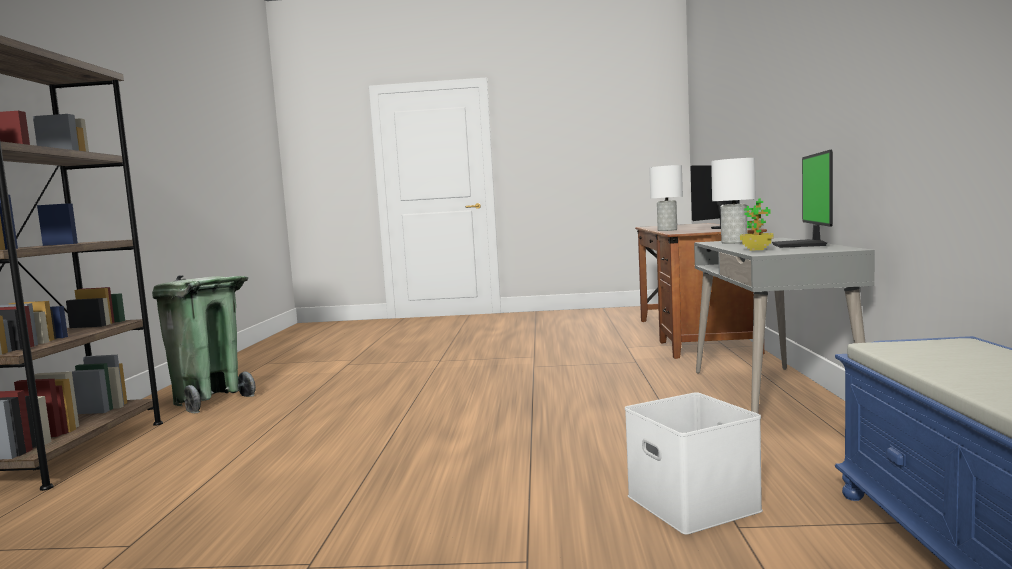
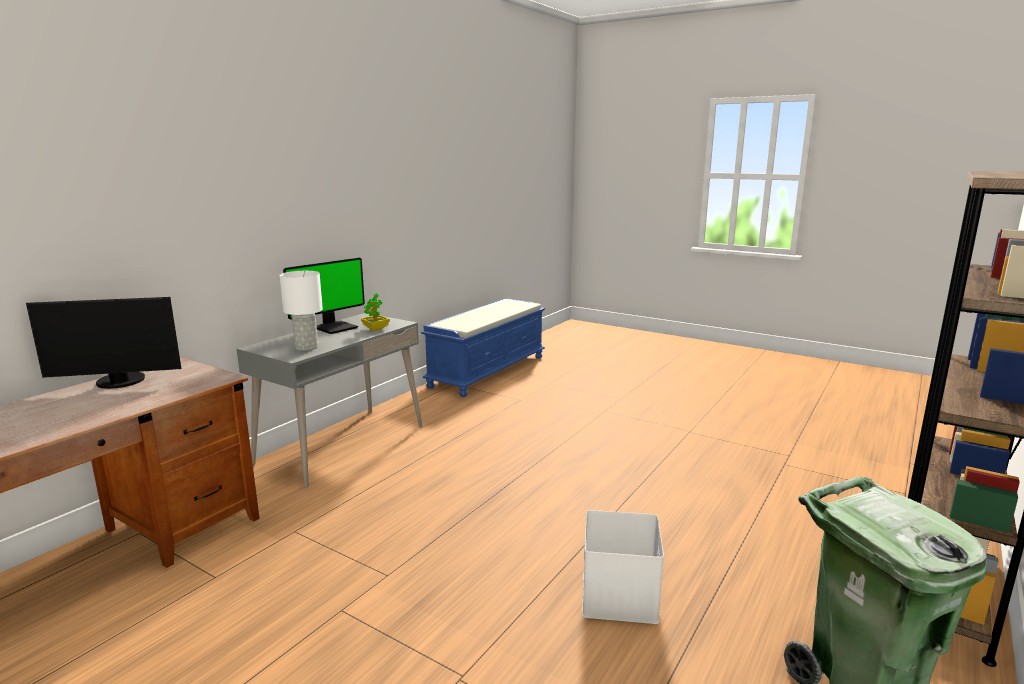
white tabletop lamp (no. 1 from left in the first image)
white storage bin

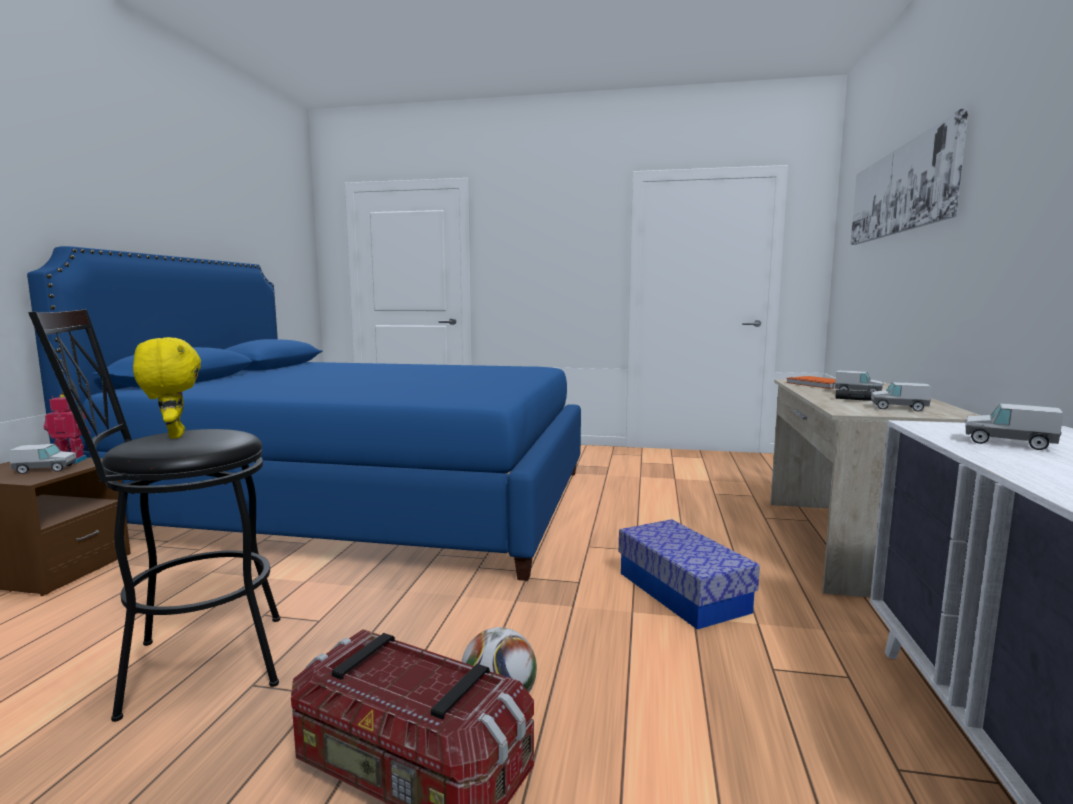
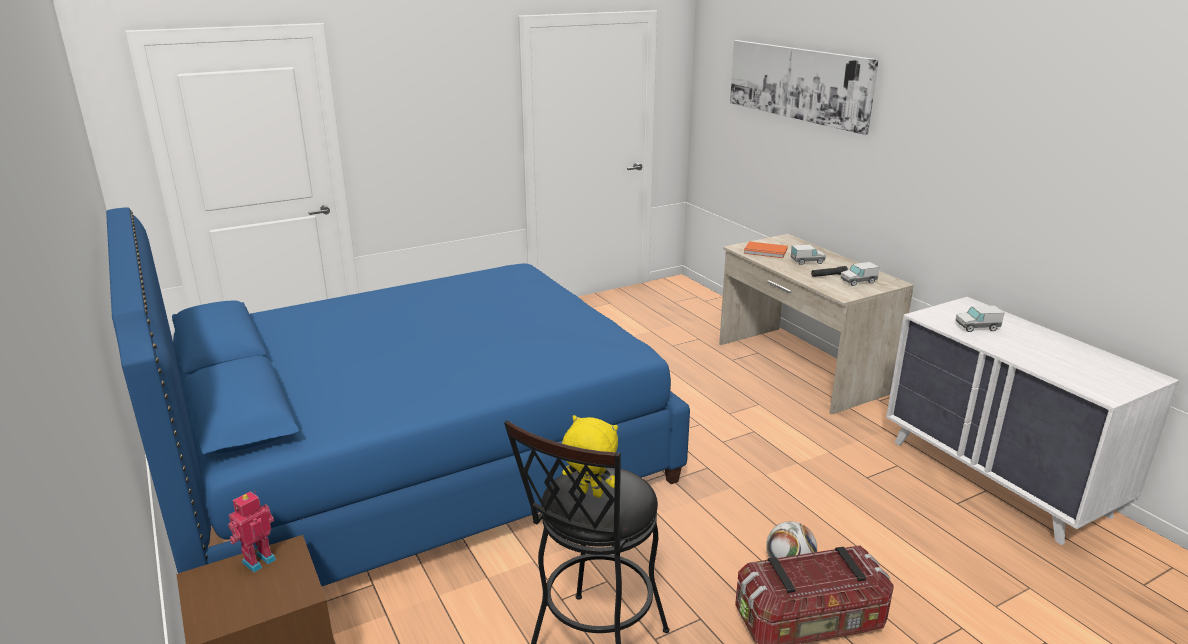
toy lorry (no. 1 from left in the first image)
storage bin (no. 2 from left in the first image)

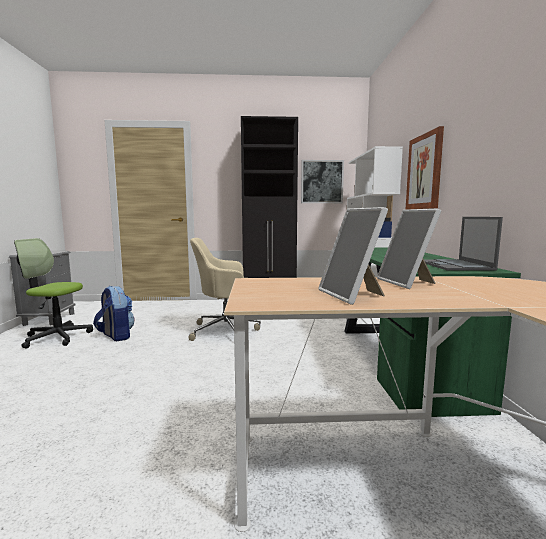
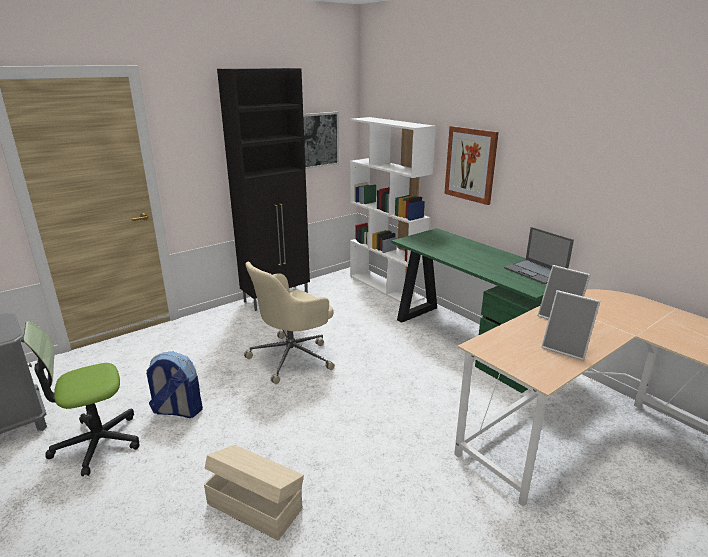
beige-coloured storage bin

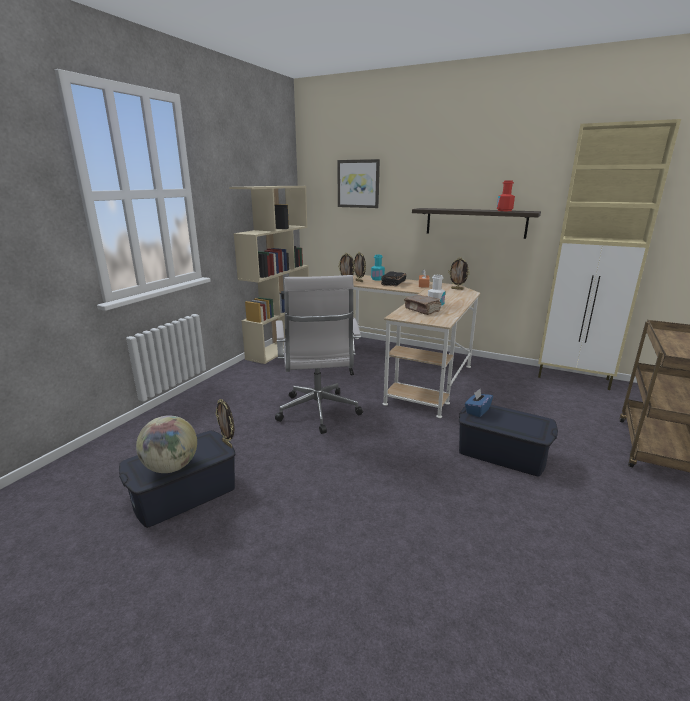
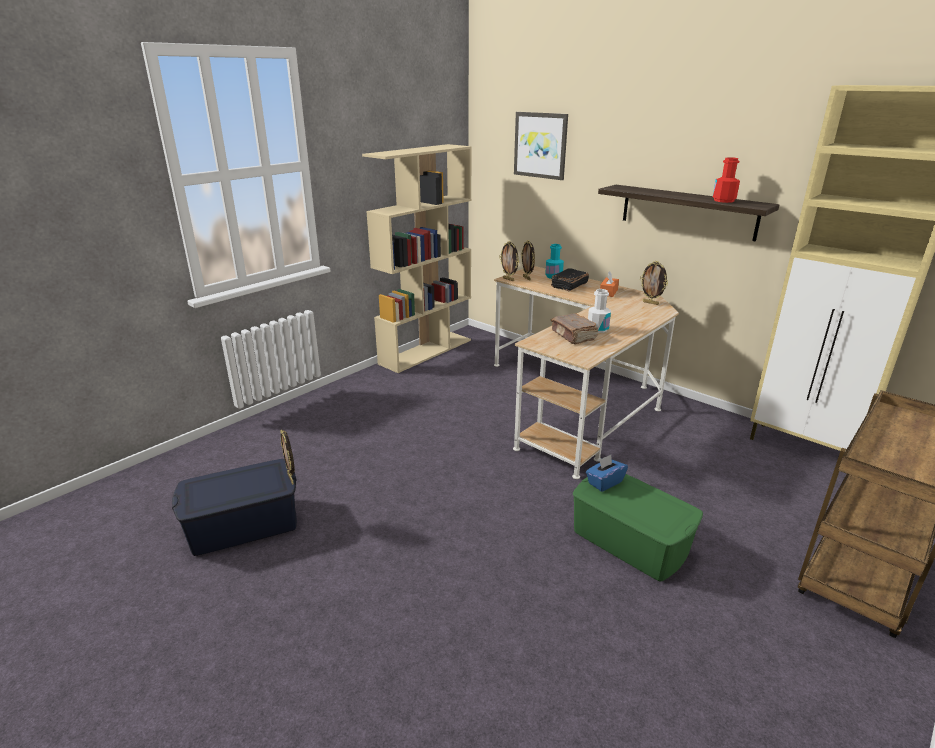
globe
white computer chair
green storage bin

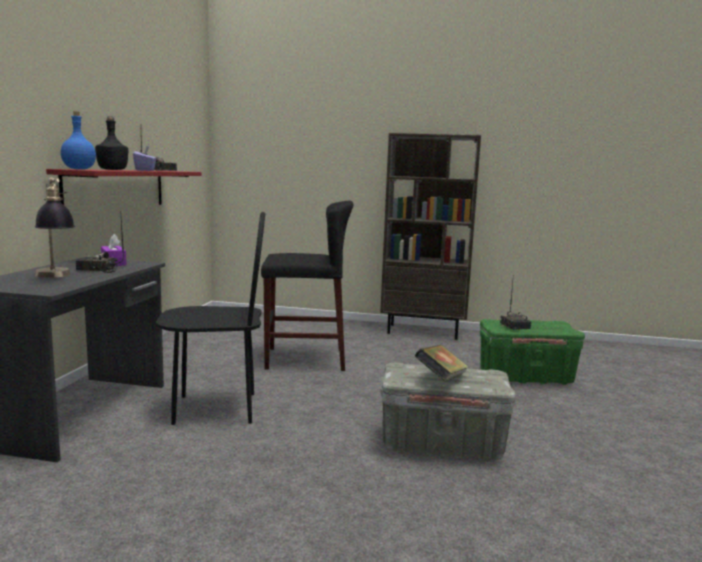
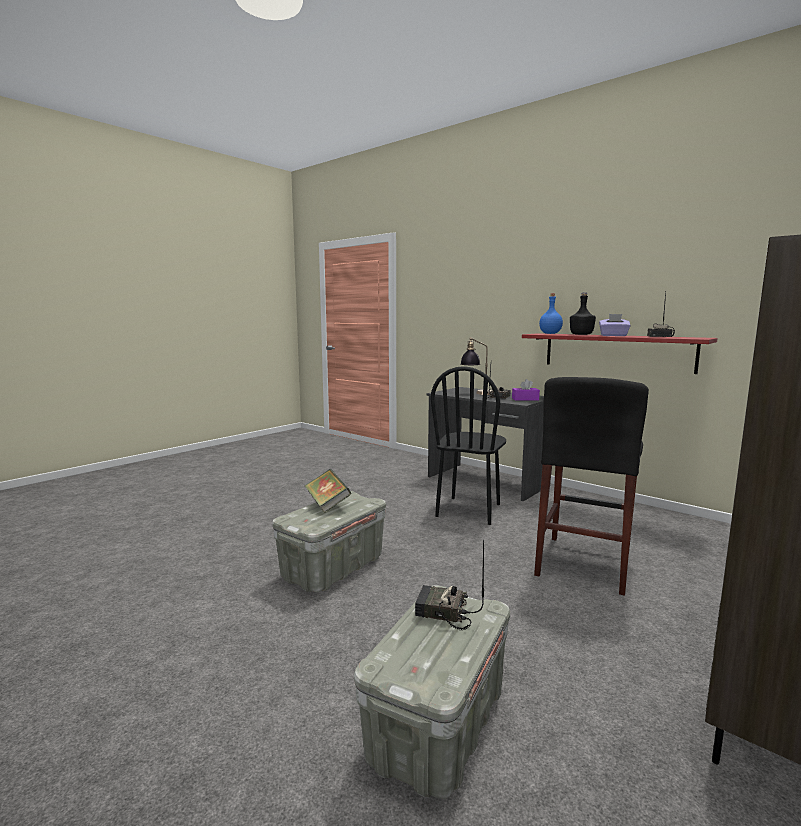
grey storage bin (no. 2 from left)

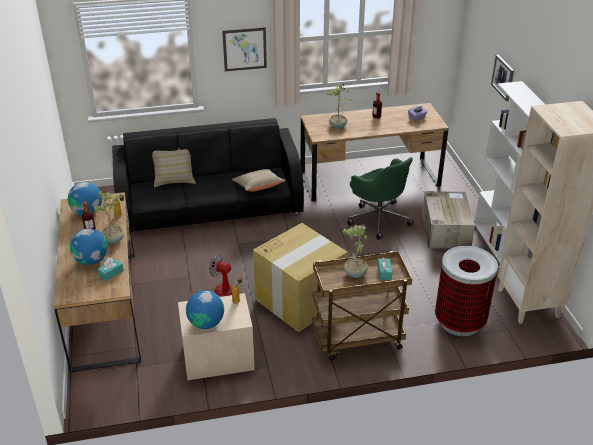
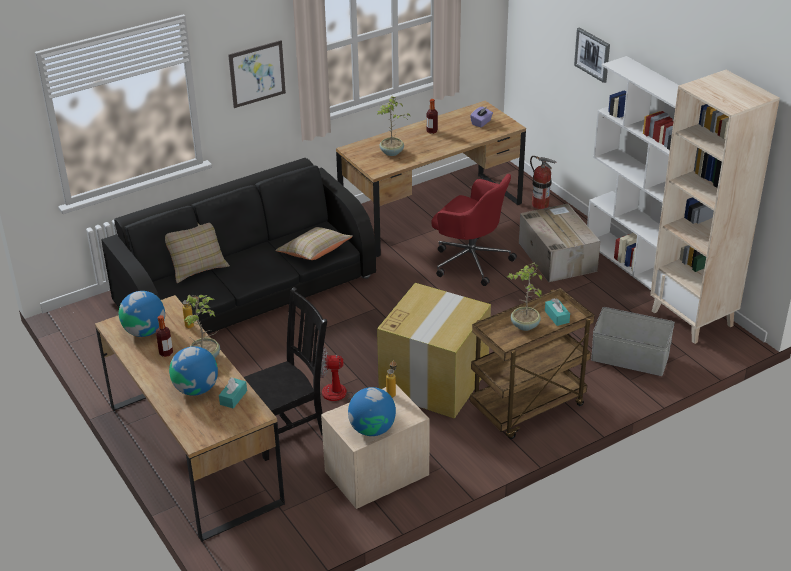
blackish upright chair
fire-fighting cylinder
grey storage bin
red computer chair

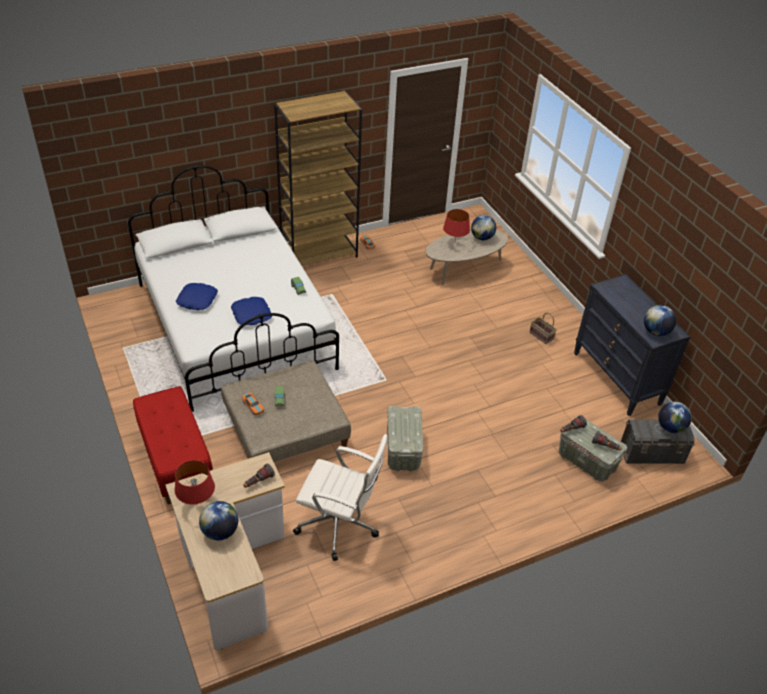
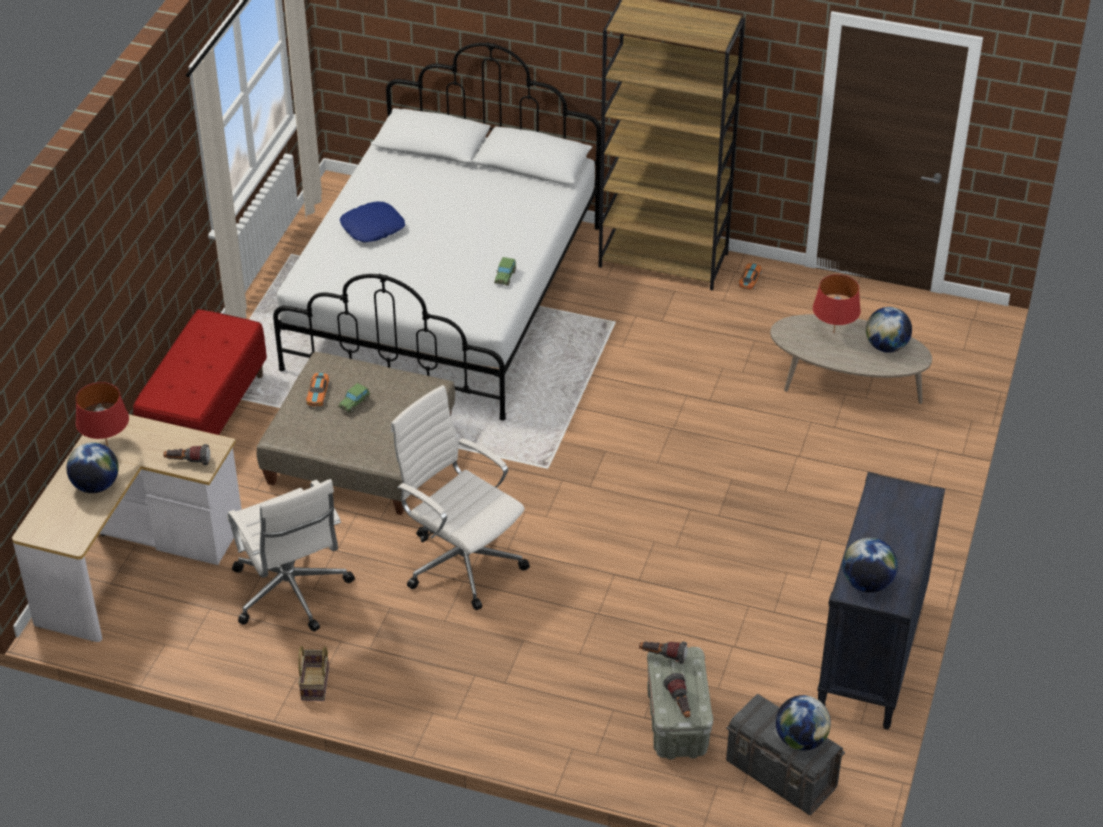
blue throw pillow (no. 2 from left in the first image)
household basket
white computer chair (no. 2 from left)

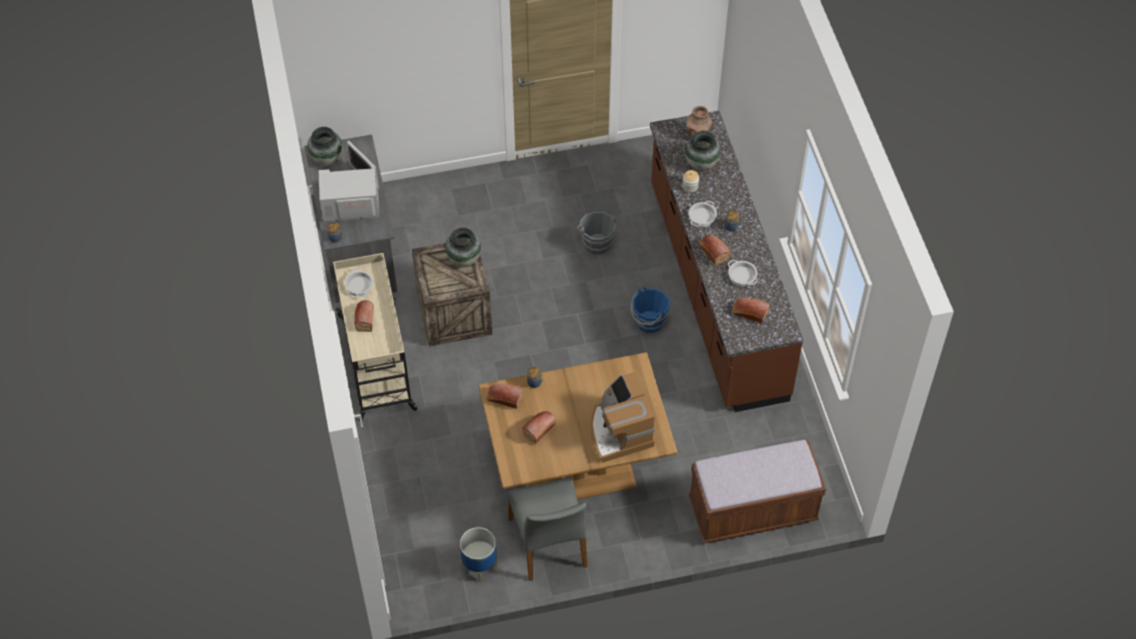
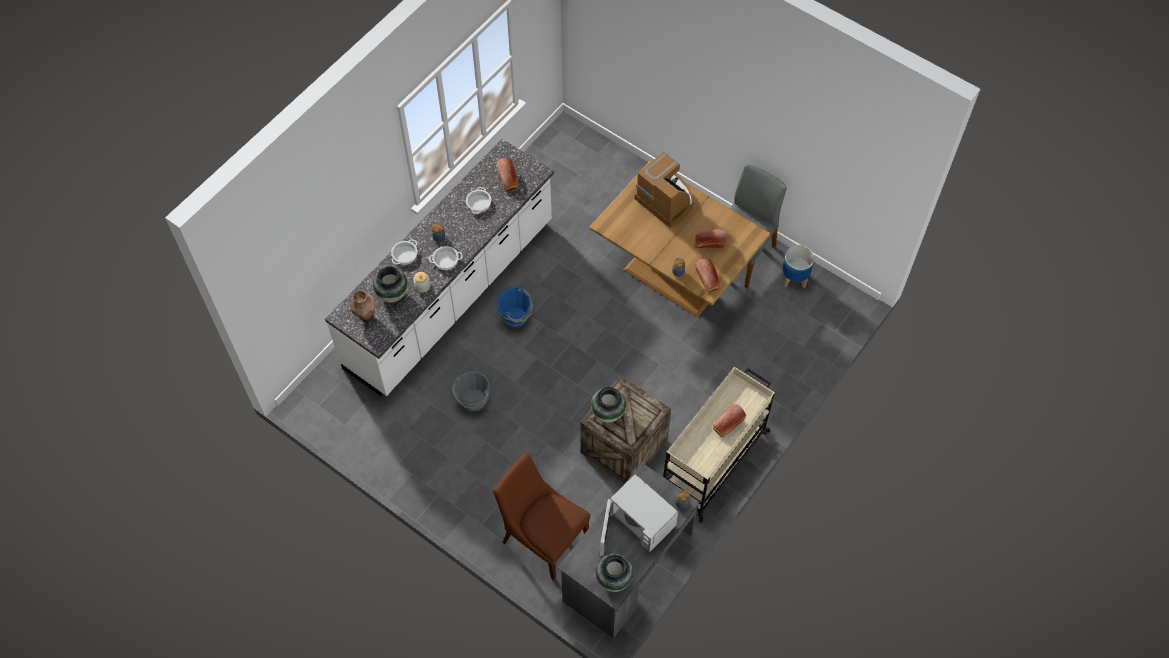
brownish bench
baked bread (no. 4 from left in the first image)
brownish upright chair
saucepot (no. 1 from left)
white kitchen base unit
coffee maker

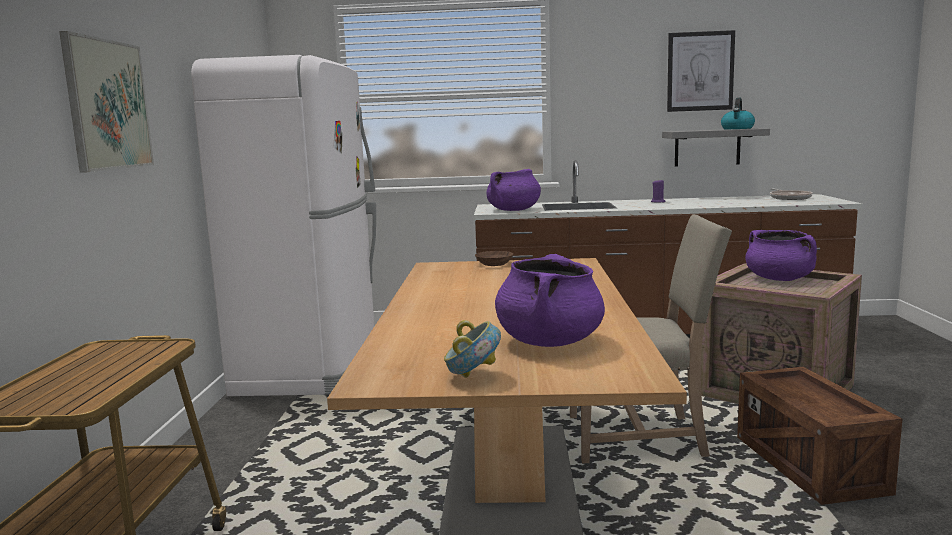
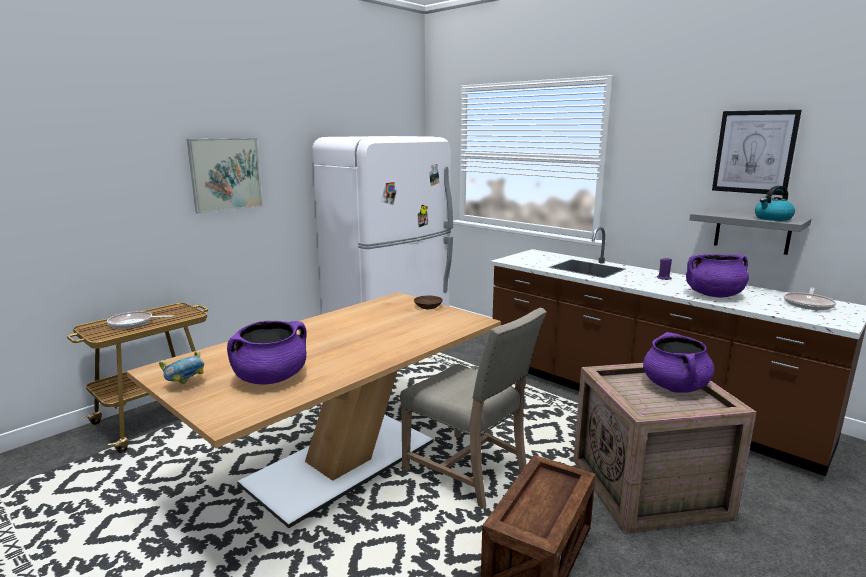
frying pan (no. 1 from left)
purple saucepot (no. 3 from left)

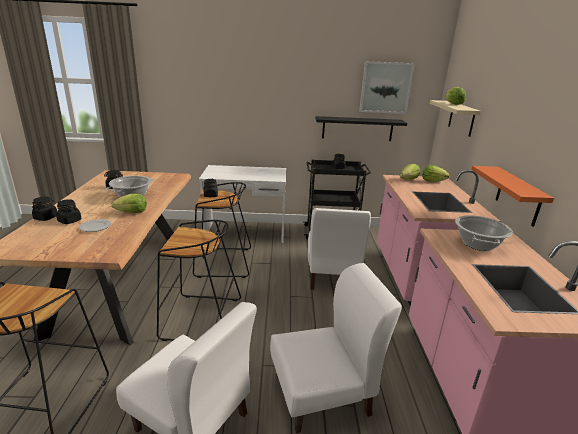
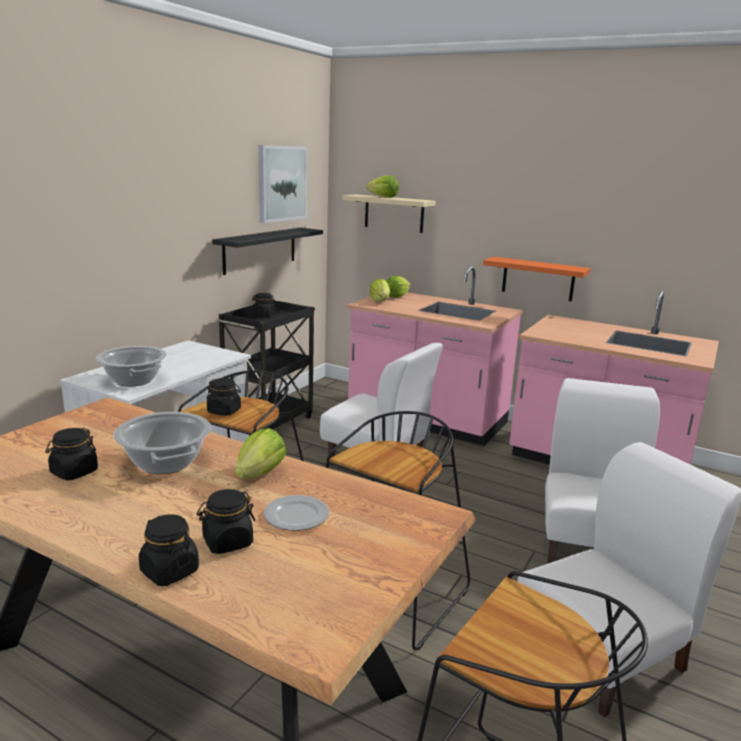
saucepot (no. 1 from left)

